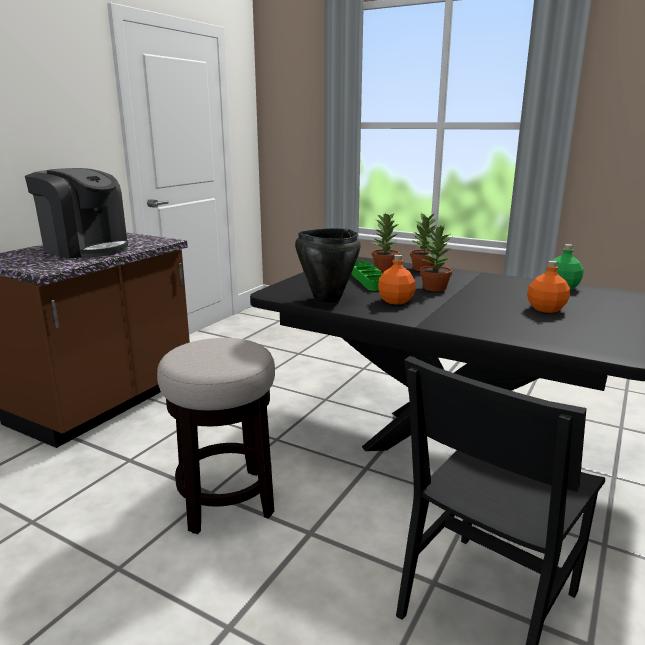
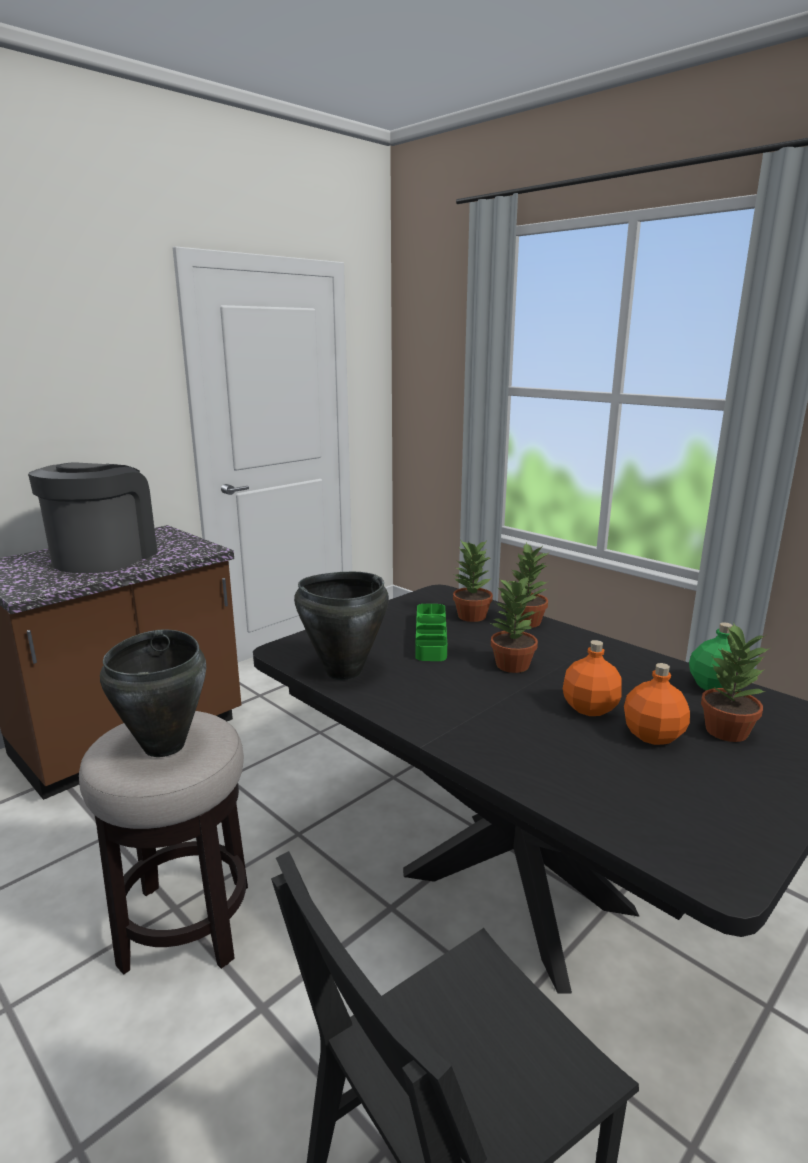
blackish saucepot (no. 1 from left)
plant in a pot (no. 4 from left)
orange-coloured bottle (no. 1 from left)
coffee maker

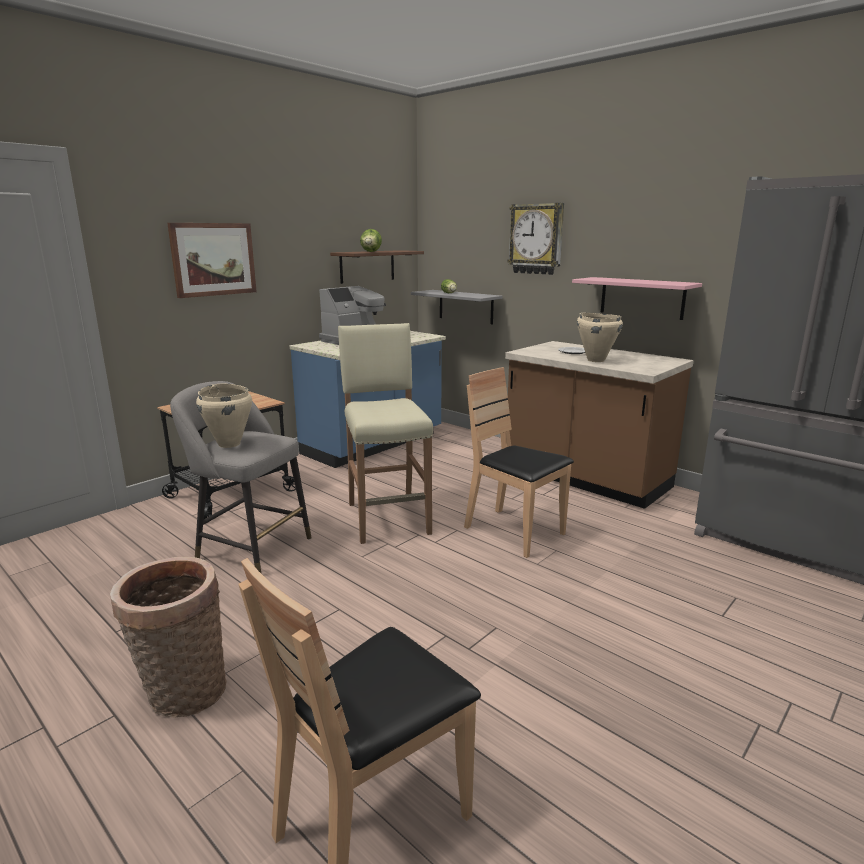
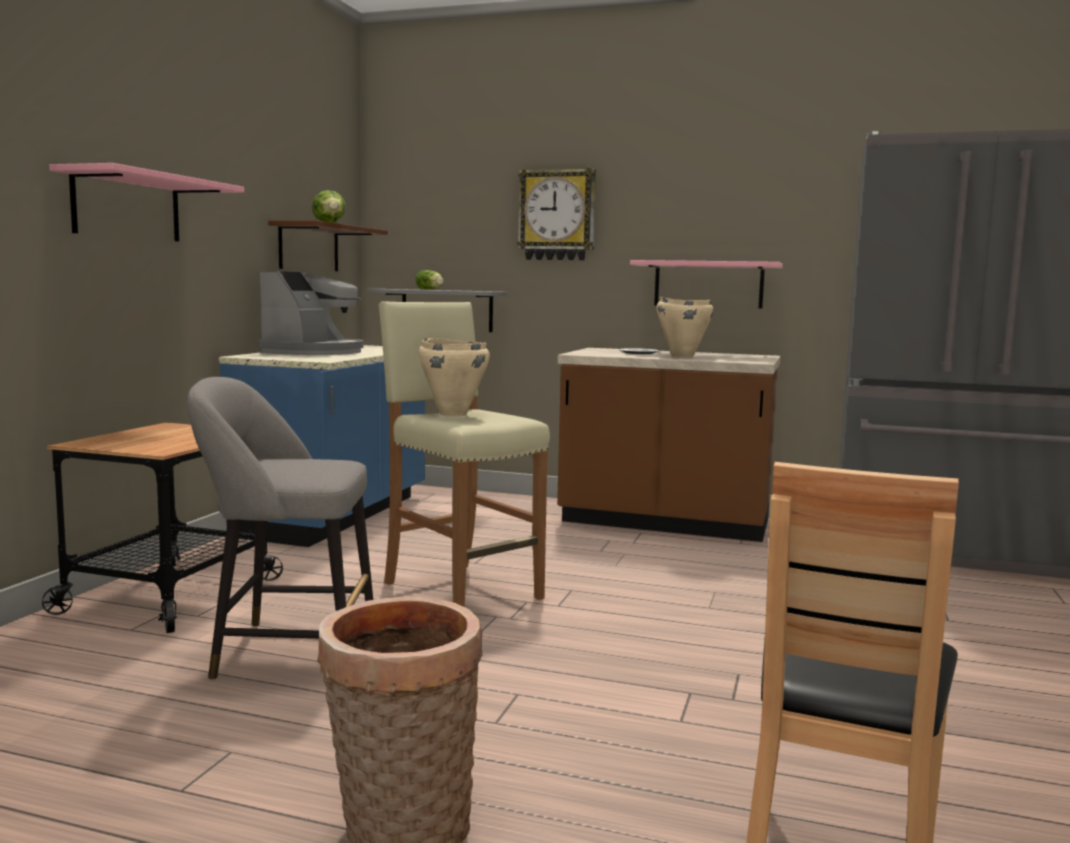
brownish upright chair (no. 2 from left in the first image)
beige-coloured saucepot (no. 1 from left)
pink wall shelf (no. 1 from left)

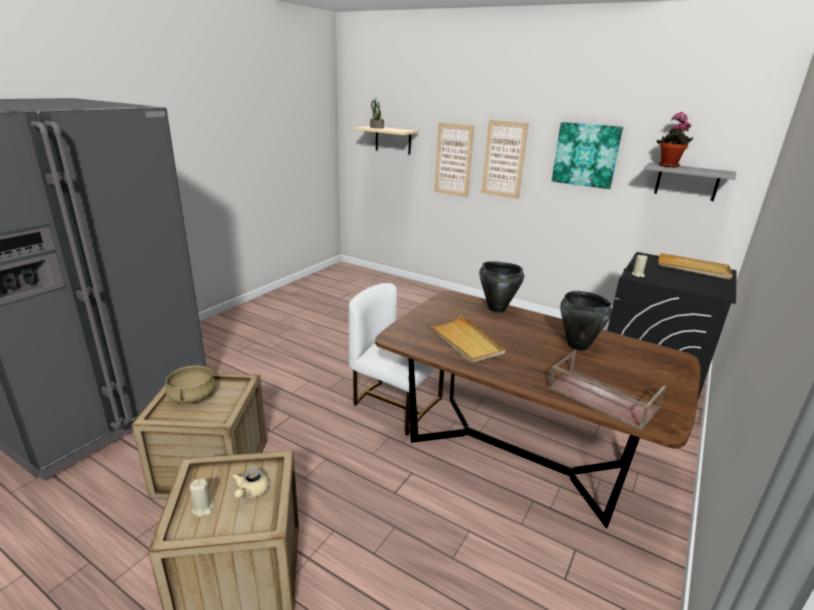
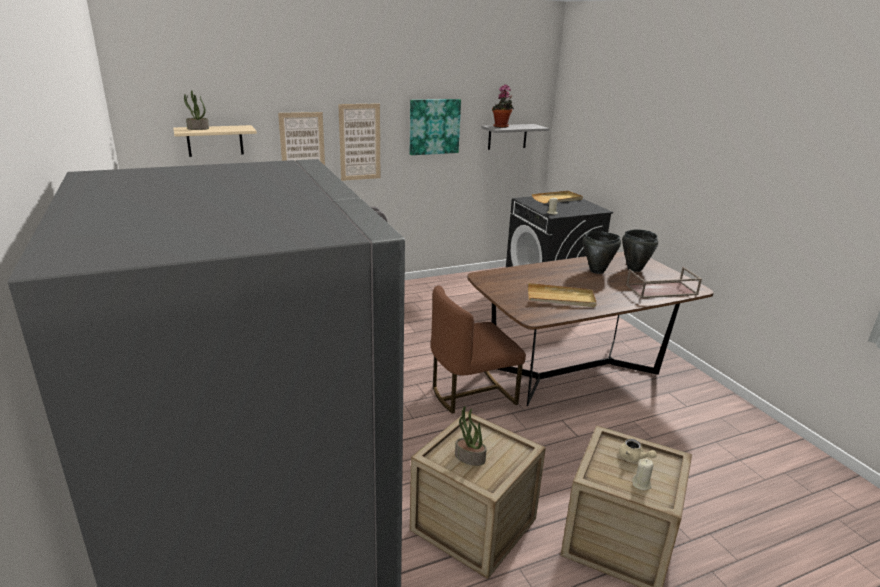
blackish saucepot (no. 2 from left)
plant in a pot (no. 2 from left)
brownish upright chair

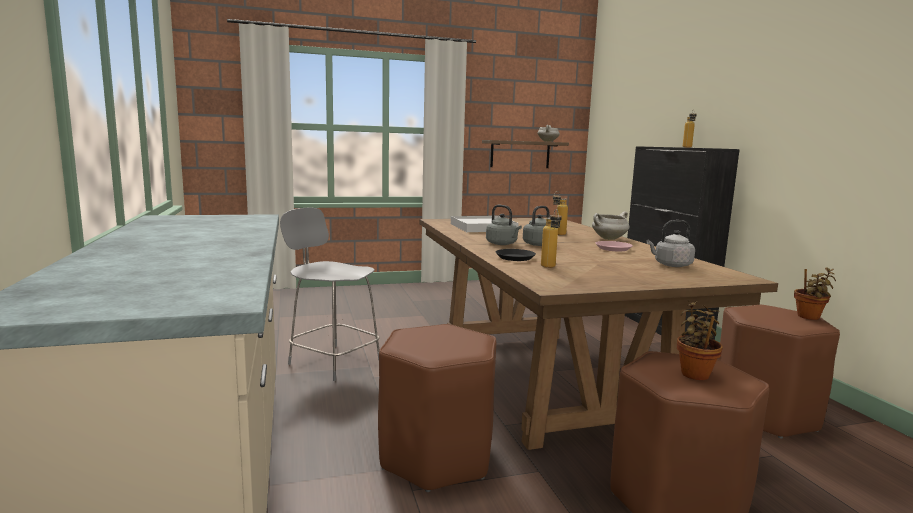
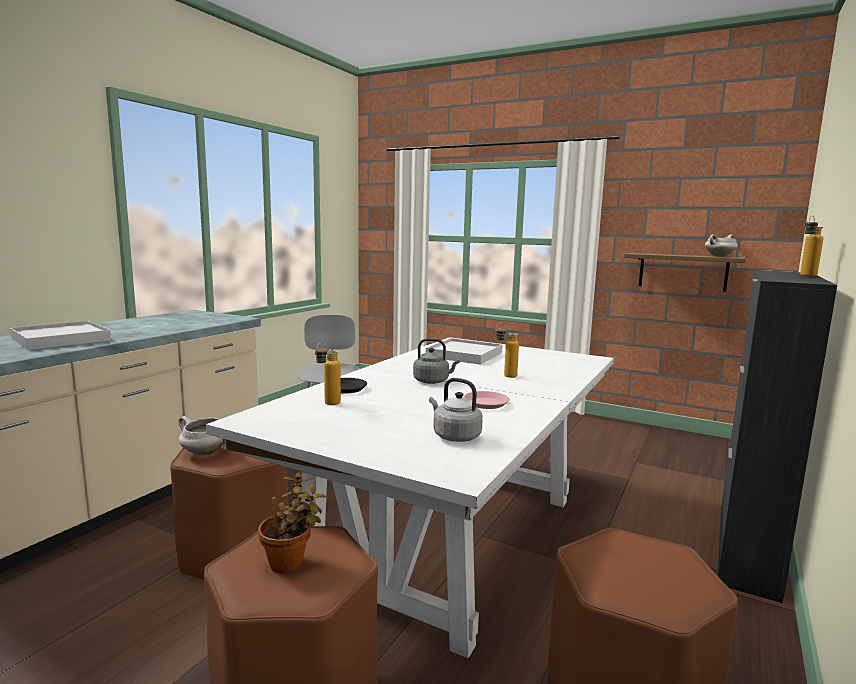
grey tea kettle (no. 1 from left in the first image)
plant in a pot (no. 2 from left in the first image)
white serving tray (no. 1 from left)
white saucepot (no. 1 from left)
white dinner table

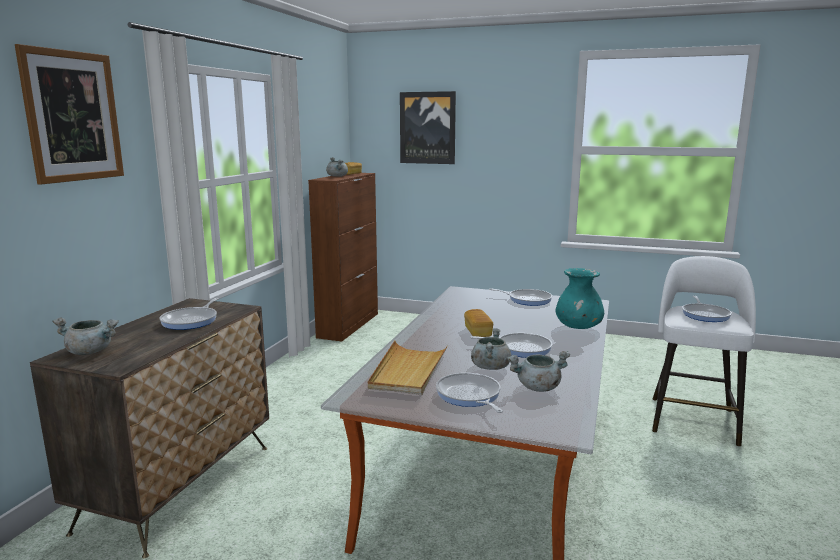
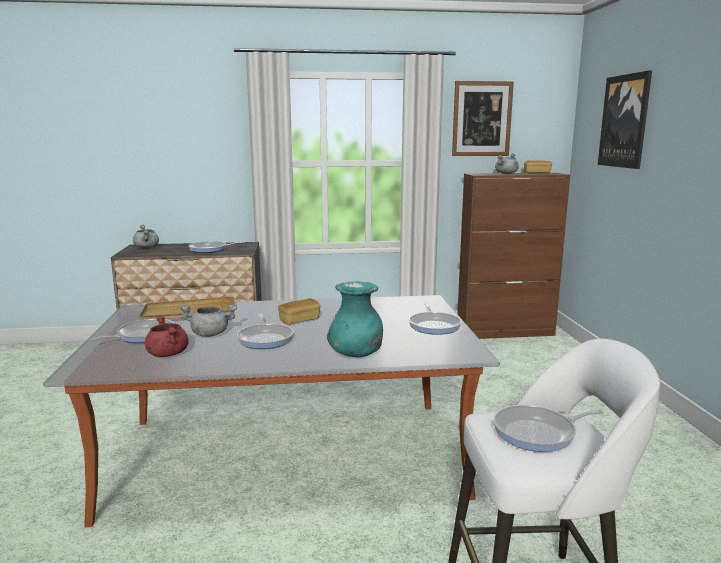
picture (no. 1 from left)
red saucepot

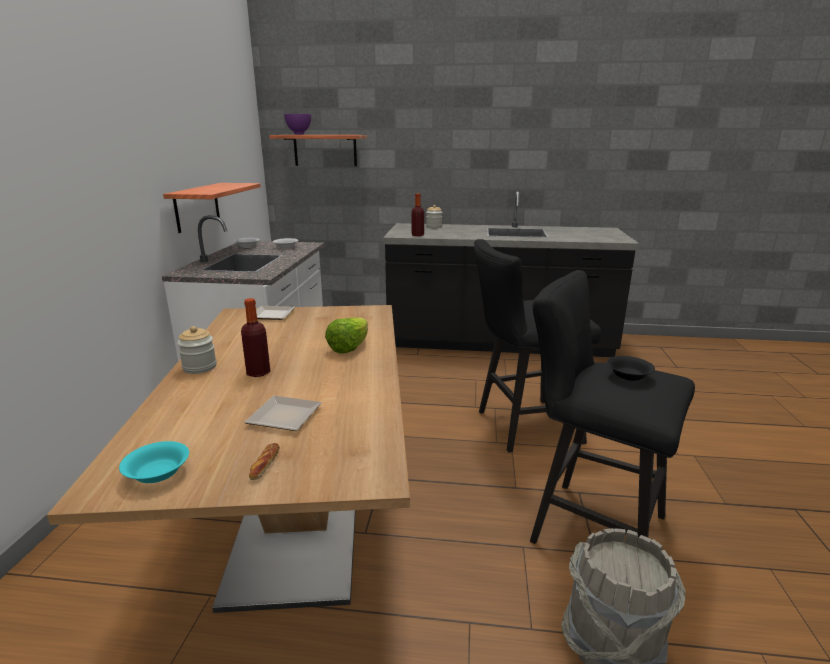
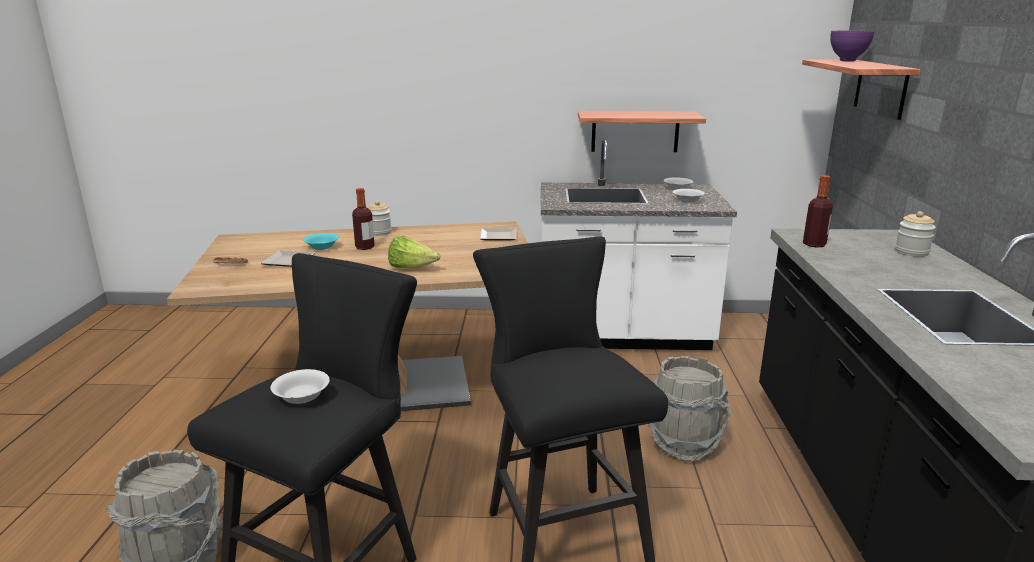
grey bucket (no. 2 from left)
blue-green deep dish
white deep dish (no. 1 from left)

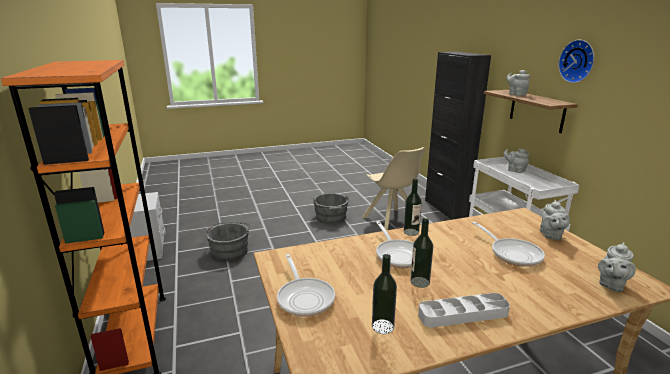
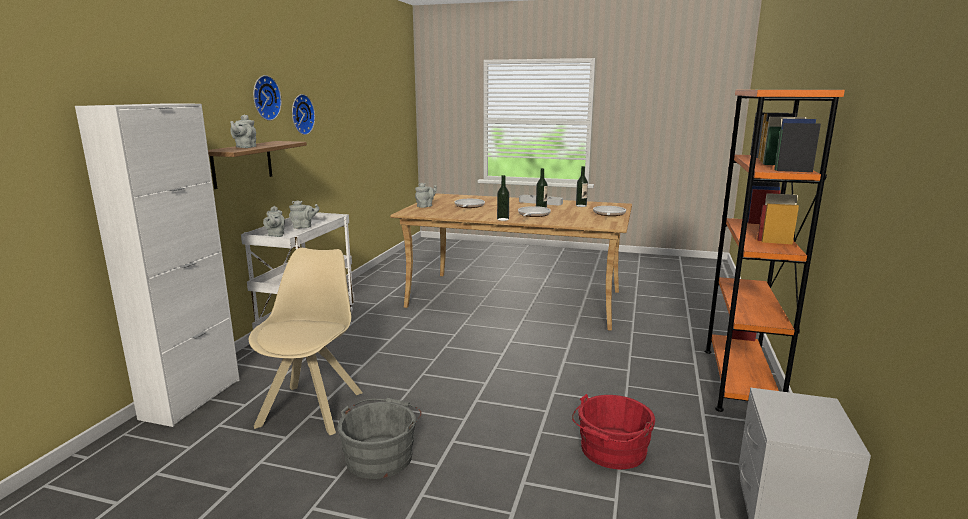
wall clock (no. 2 from left)
grey teapot (no. 3 from left)
red bucket
white cabinet

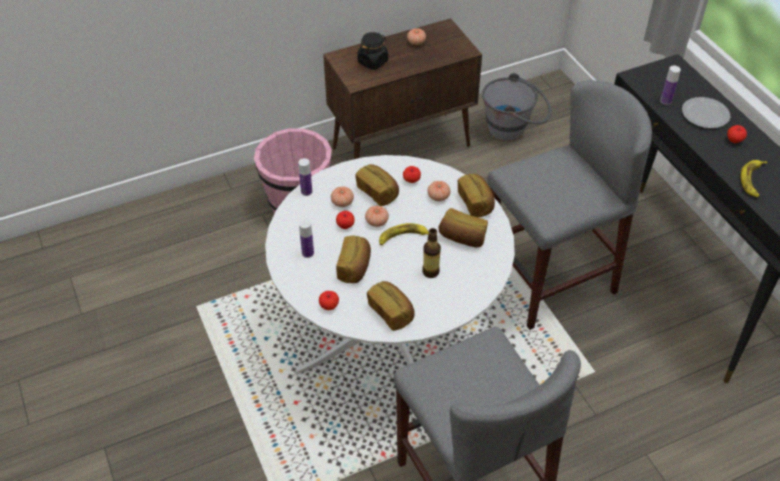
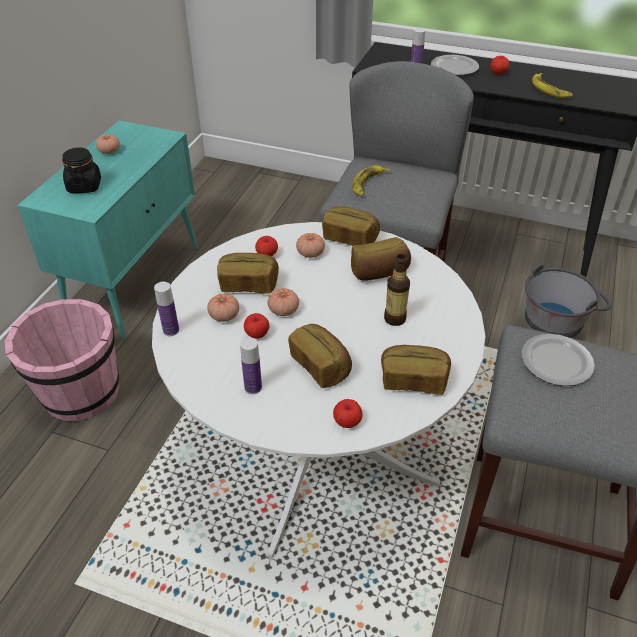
plate (no. 2 from left)
banana (no. 1 from left)
grey bucket
blue-green cabinet

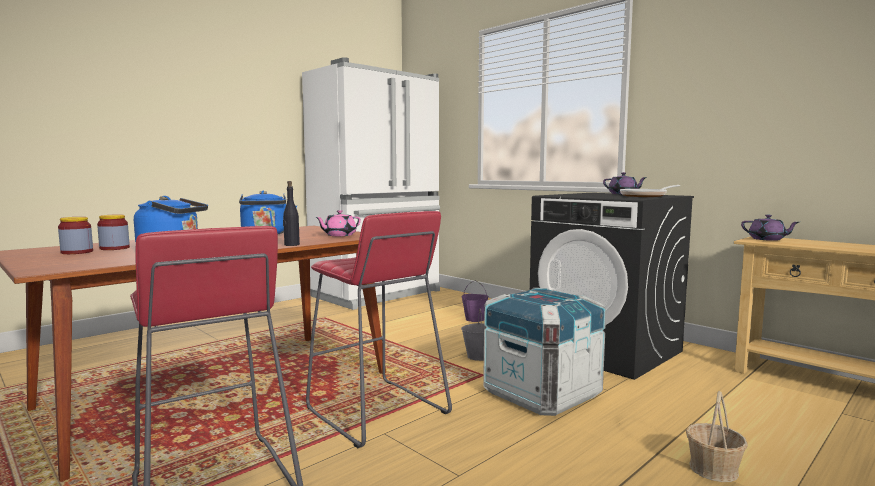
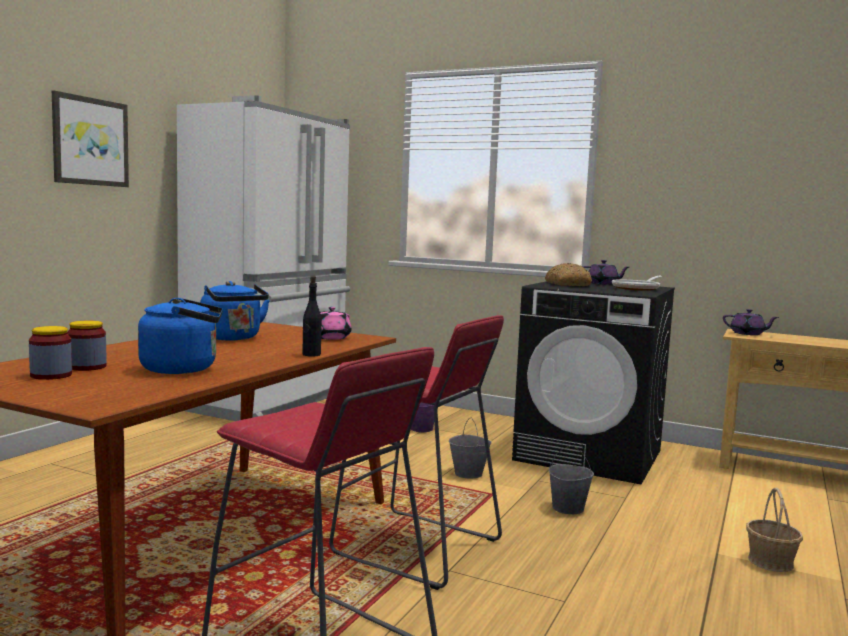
picture
baked bread
grey bucket (no. 2 from left)

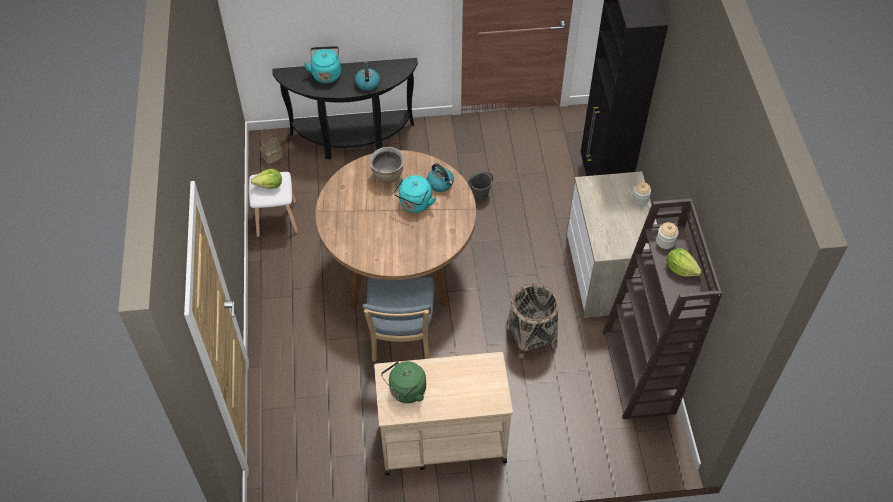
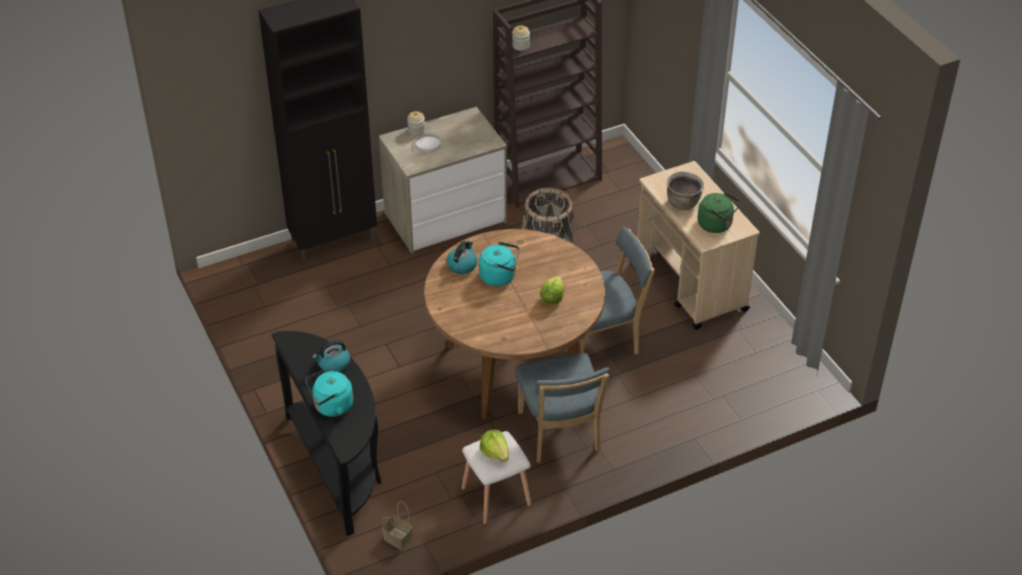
grey bucket
white plate
blue upright chair (no. 1 from left)
brownish saucepot
lettuce (no. 2 from left)

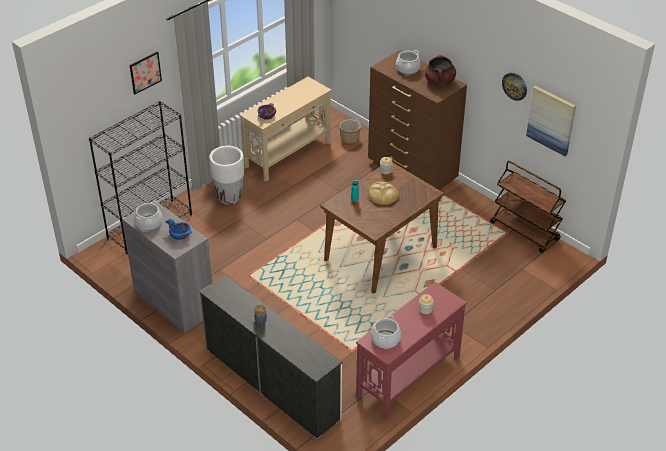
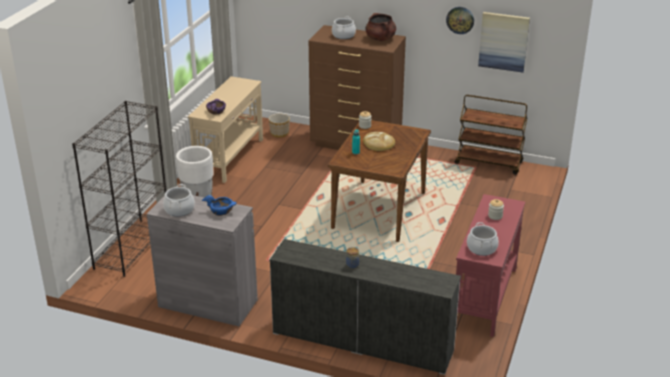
picture (no. 1 from left in the first image)

